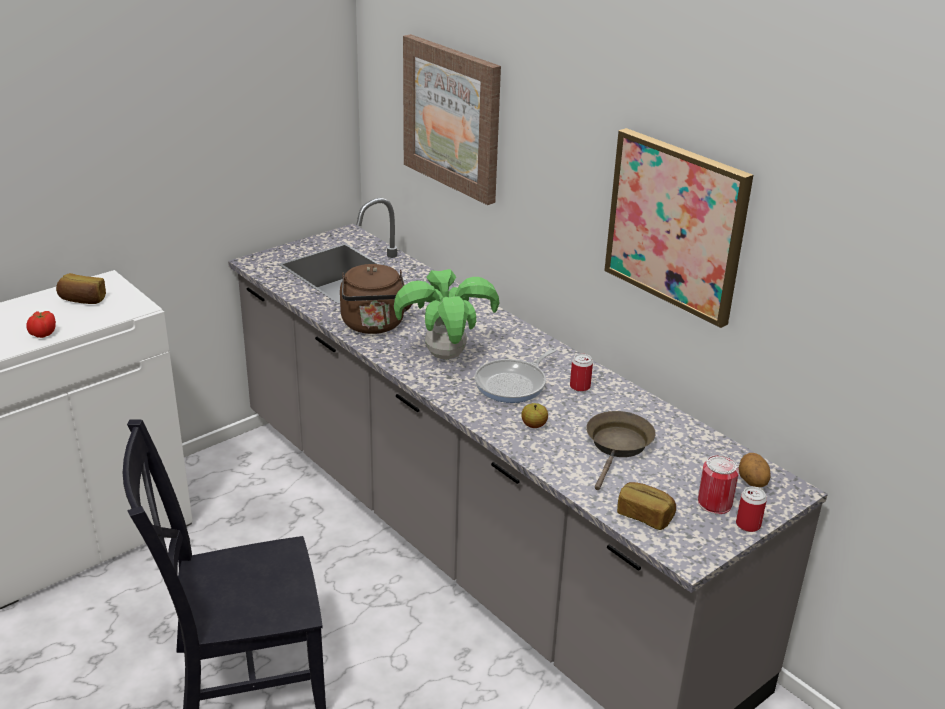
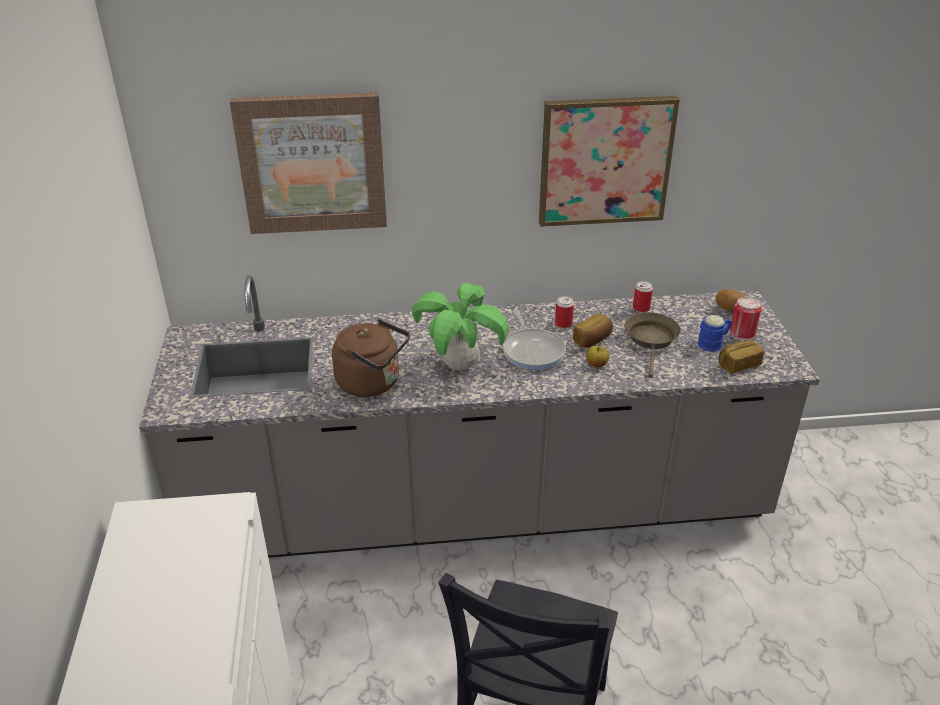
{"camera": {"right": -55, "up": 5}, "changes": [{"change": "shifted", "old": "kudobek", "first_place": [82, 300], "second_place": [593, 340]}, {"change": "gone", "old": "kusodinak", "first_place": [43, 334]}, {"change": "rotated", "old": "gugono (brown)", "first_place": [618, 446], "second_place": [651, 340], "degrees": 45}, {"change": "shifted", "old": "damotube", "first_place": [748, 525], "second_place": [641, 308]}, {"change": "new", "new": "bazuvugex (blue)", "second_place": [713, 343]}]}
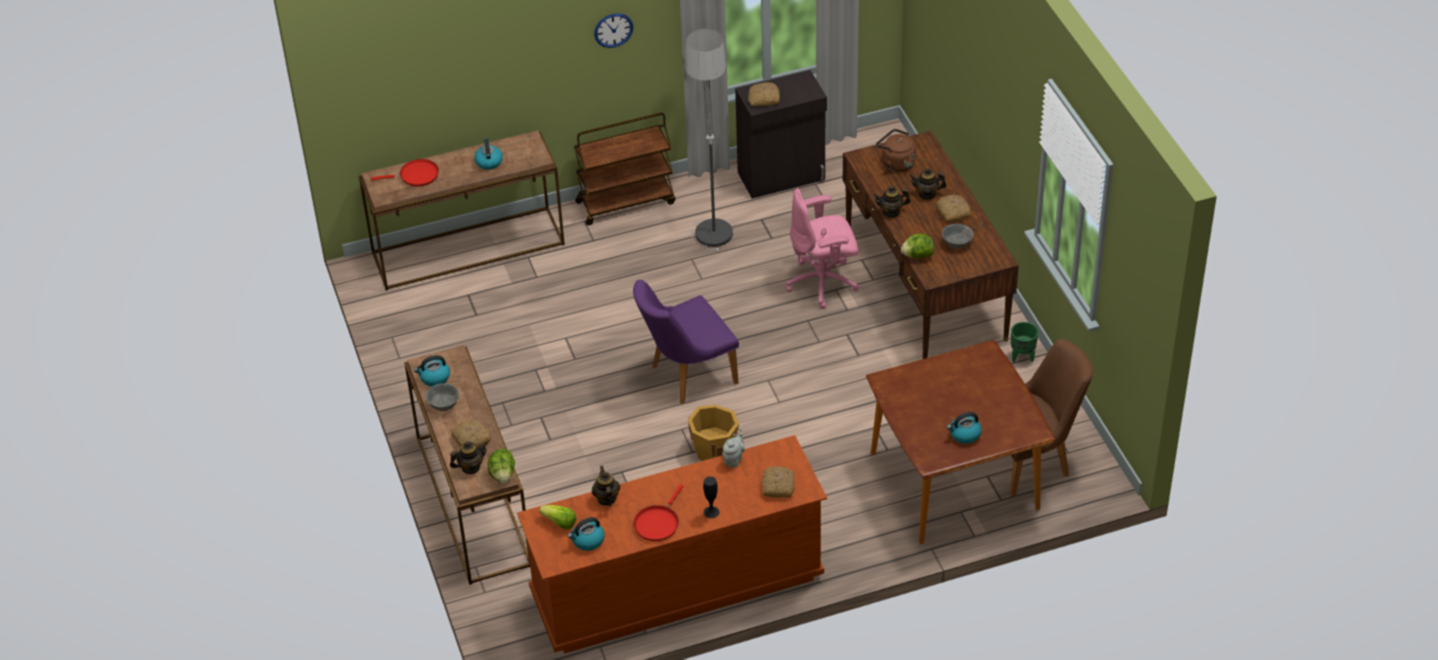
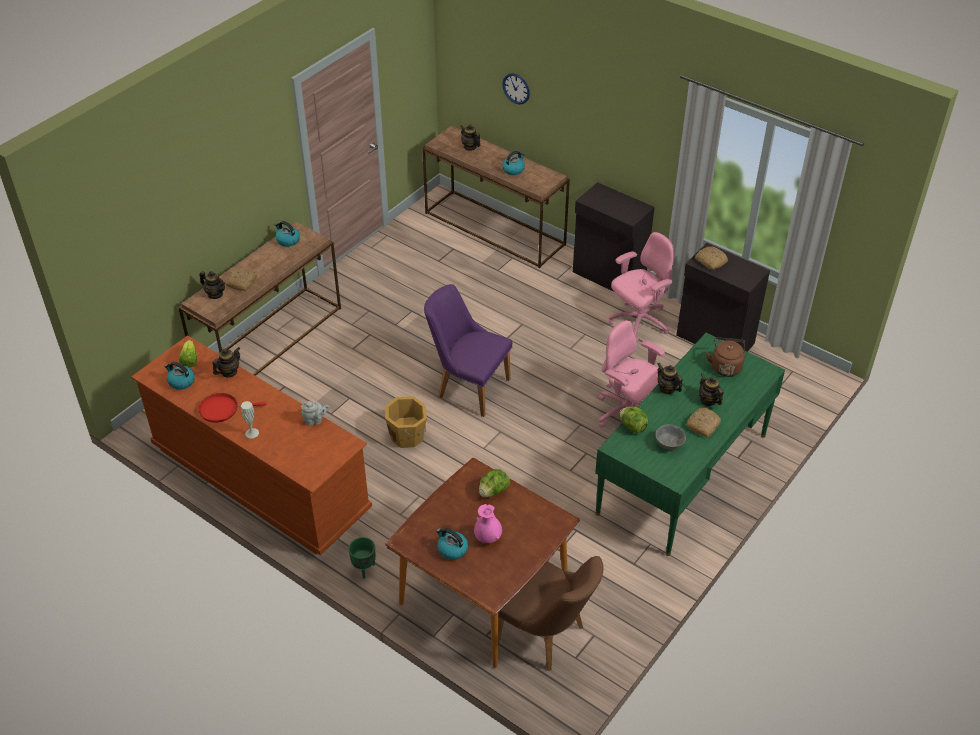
{"camera": {"right": 55, "up": 0}, "changes": [{"change": "shifted", "old": "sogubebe", "first_place": [613, 30], "second_place": [516, 88]}, {"change": "swapped", "old": "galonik", "new": "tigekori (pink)", "first_place": [710, 214], "second_place": [638, 322]}, {"change": "swapped", "old": "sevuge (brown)", "new": "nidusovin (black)", "first_place": [626, 202], "second_place": [608, 276]}, {"change": "repainted", "old": "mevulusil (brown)", "new": "mevulusil (green)", "first_place": [925, 284], "second_place": [683, 473]}, {"change": "swapped", "old": "gugono (red)", "new": "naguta", "first_place": [416, 175], "second_place": [470, 147]}, {"change": "shifted", "old": "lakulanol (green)", "first_place": [1022, 357], "second_place": [364, 569]}, {"change": "gone", "old": "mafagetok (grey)", "first_place": [444, 405]}, {"change": "shifted", "old": "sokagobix", "first_place": [502, 475], "second_place": [493, 491]}, {"change": "gone", "old": "kudobek", "first_place": [777, 486]}, {"change": "repainted", "old": "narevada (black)", "new": "narevada (white)", "first_place": [711, 512], "second_place": [252, 433]}, {"change": "new", "new": "narevada (pink)", "second_place": [487, 537]}]}
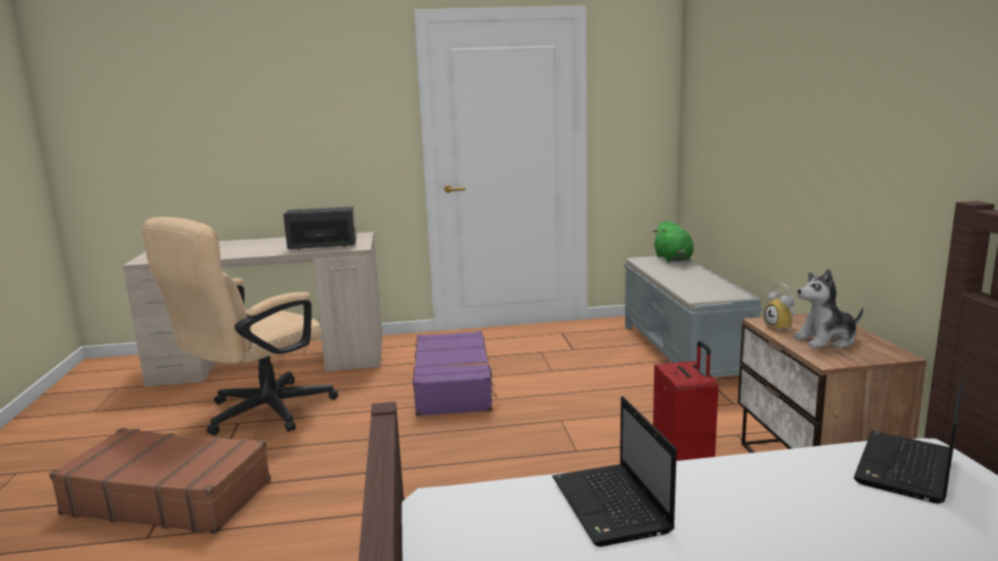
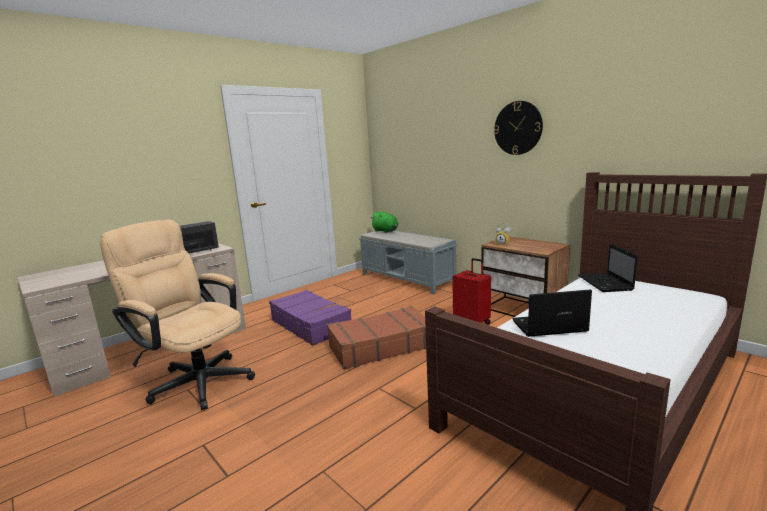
{"camera": {"right": -35, "up": 0}, "changes": [{"change": "rotated", "old": "tigekori (beige)", "first_place": [257, 414], "second_place": [195, 379], "degrees": 120}, {"change": "gone", "old": "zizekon", "first_place": [826, 340]}, {"change": "rotated", "old": "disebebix", "first_place": [612, 506], "second_place": [548, 327], "degrees": 135}, {"change": "shifted", "old": "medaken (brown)", "first_place": [169, 496], "second_place": [381, 346]}, {"change": "new", "new": "sogubebe", "second_place": [518, 128]}]}
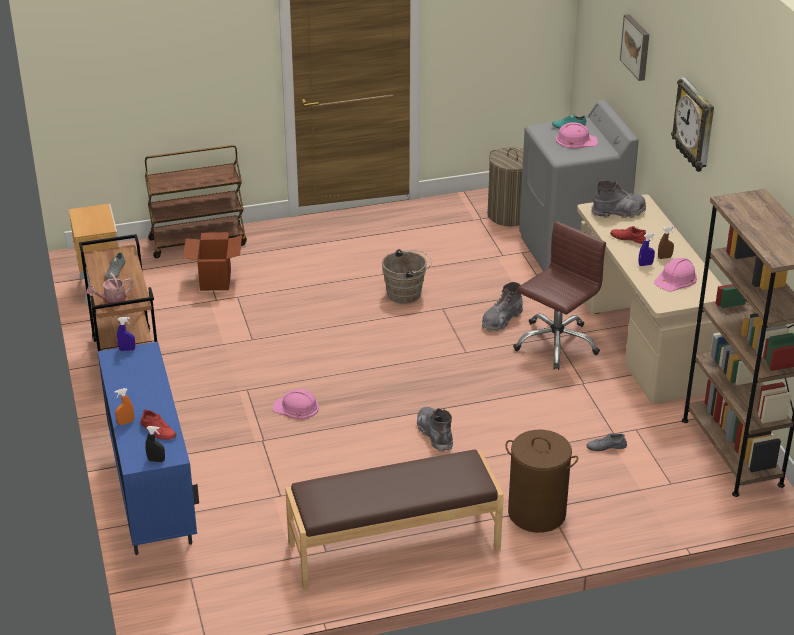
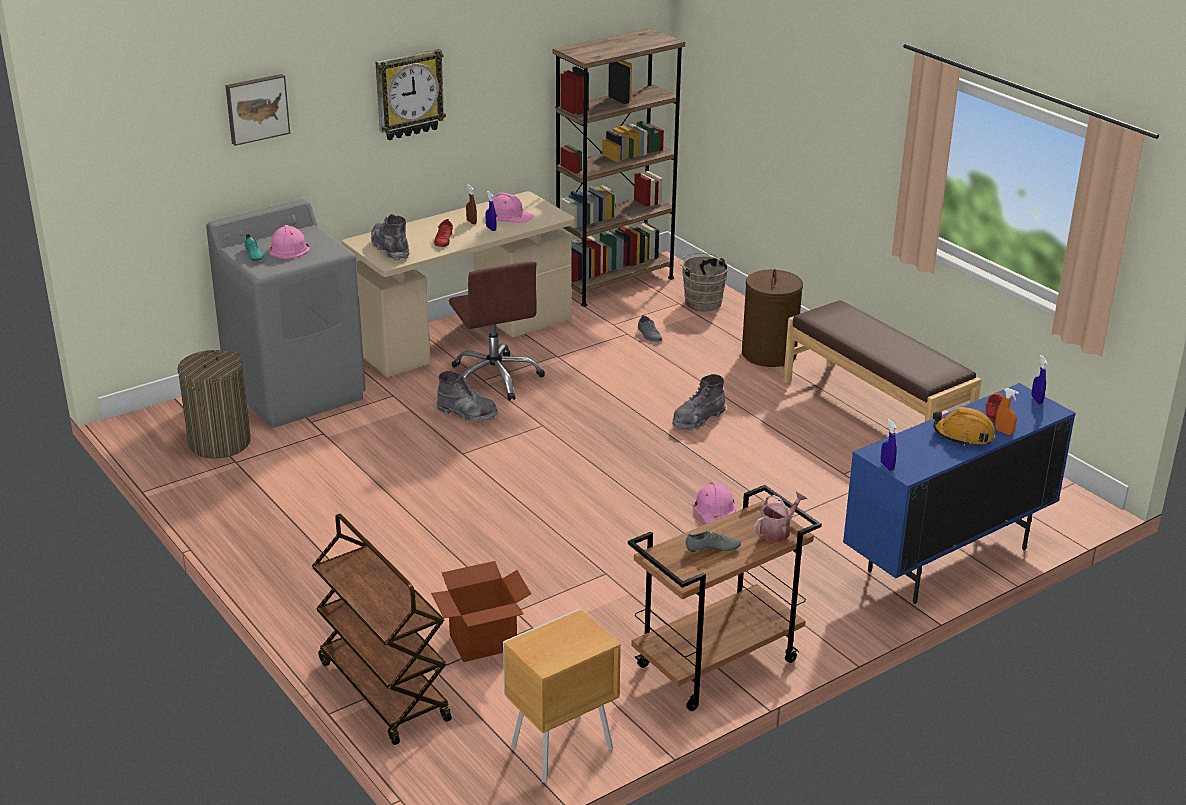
{"camera": {"right": -110, "up": -5}, "changes": [{"change": "rotated", "old": "tigekori (brown)", "first_place": [556, 343], "second_place": [495, 378], "degrees": -135}, {"change": "shifted", "old": "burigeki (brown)", "first_place": [407, 294], "second_place": [701, 302]}, {"change": "rotated", "old": "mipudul", "first_place": [112, 301], "second_place": [778, 531], "degrees": -75}, {"change": "repainted", "old": "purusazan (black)", "new": "purusazan (blue)", "first_place": [156, 460], "second_place": [1036, 400]}, {"change": "new", "new": "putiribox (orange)", "second_place": [963, 435]}]}
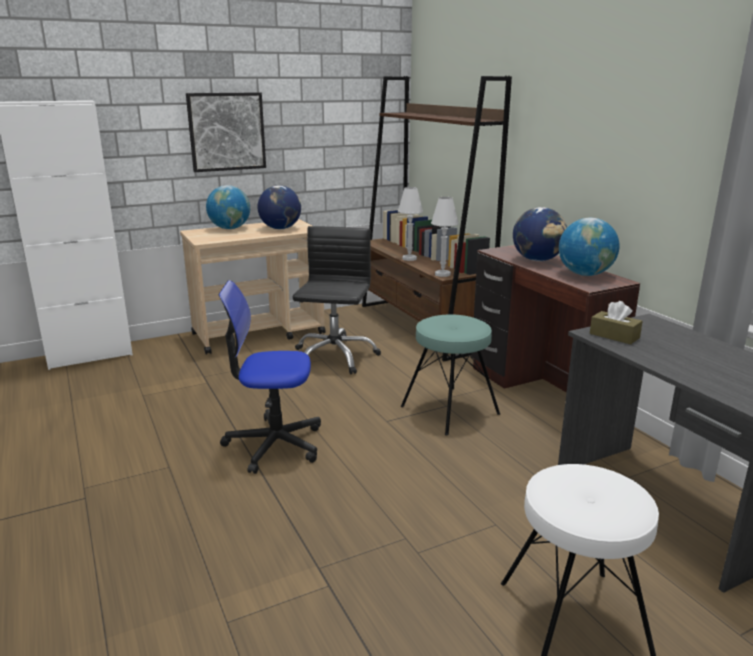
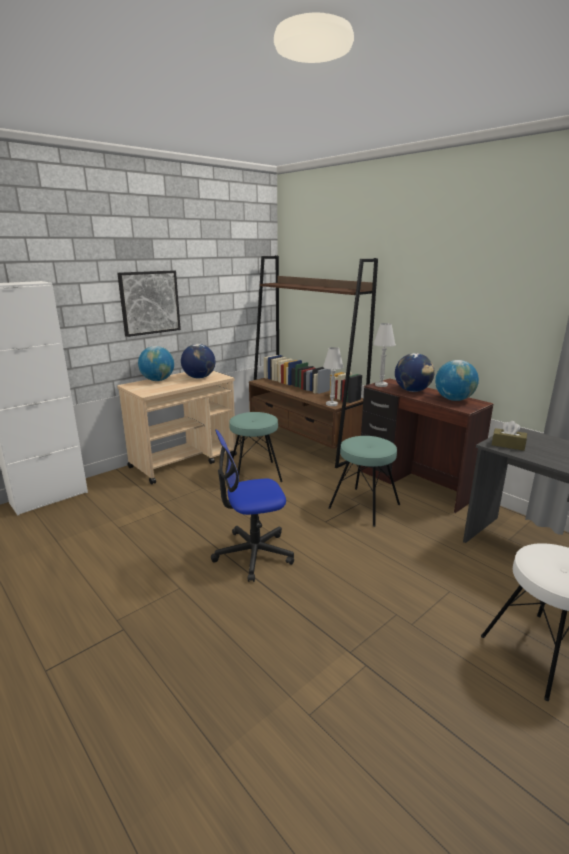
{"camera": {"right": -15, "up": 0}, "changes": [{"change": "shifted", "old": "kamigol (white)", "first_place": [409, 258], "second_place": [381, 385]}, {"change": "swapped", "old": "tigekori (black)", "new": "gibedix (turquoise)", "first_place": [334, 356], "second_place": [255, 474]}]}
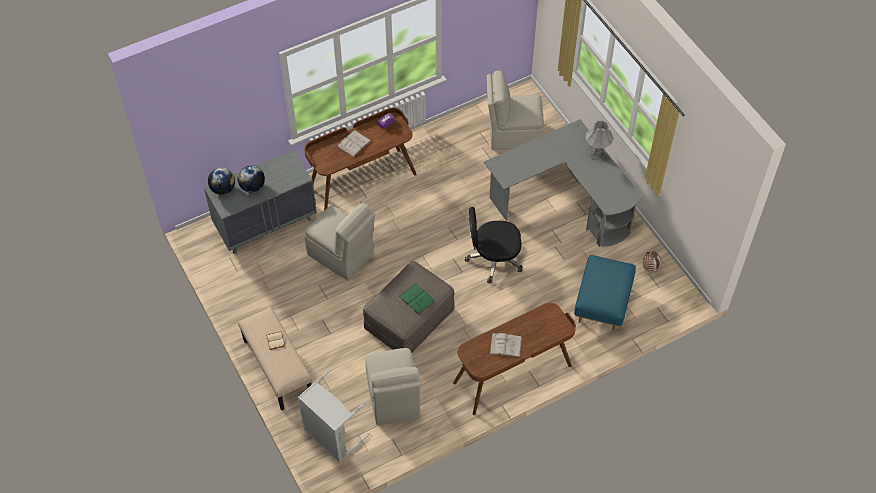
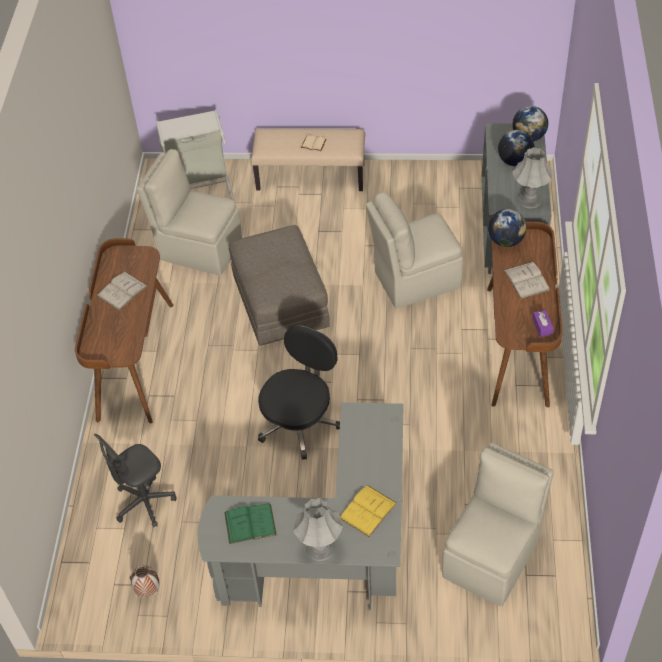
{"camera": {"right": 125, "up": -5}, "changes": [{"change": "swapped", "old": "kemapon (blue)", "new": "tigekori (grey)", "first_place": [603, 304], "second_place": [144, 503]}, {"change": "shifted", "old": "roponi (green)", "first_place": [417, 299], "second_place": [250, 523]}, {"change": "new", "new": "kamigol (grey)", "second_place": [529, 200]}, {"change": "new", "new": "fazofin", "second_place": [505, 241]}, {"change": "new", "new": "roponi (yellow)", "second_place": [368, 510]}]}
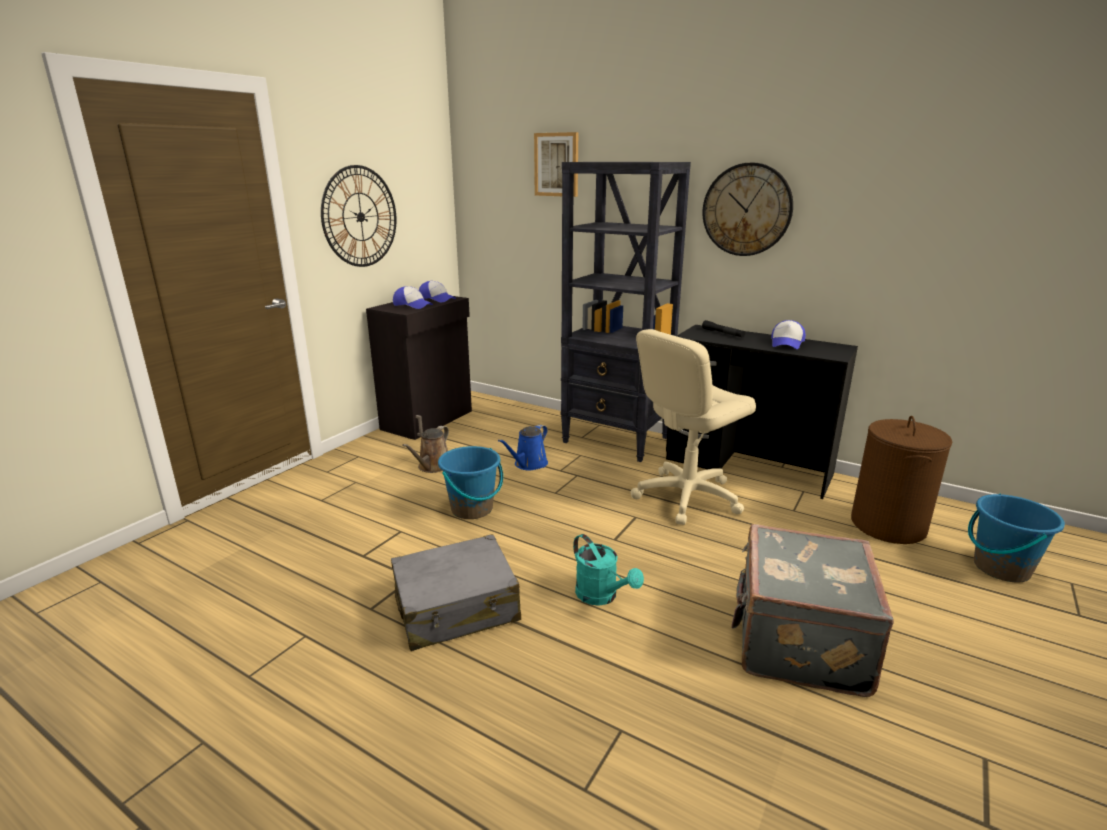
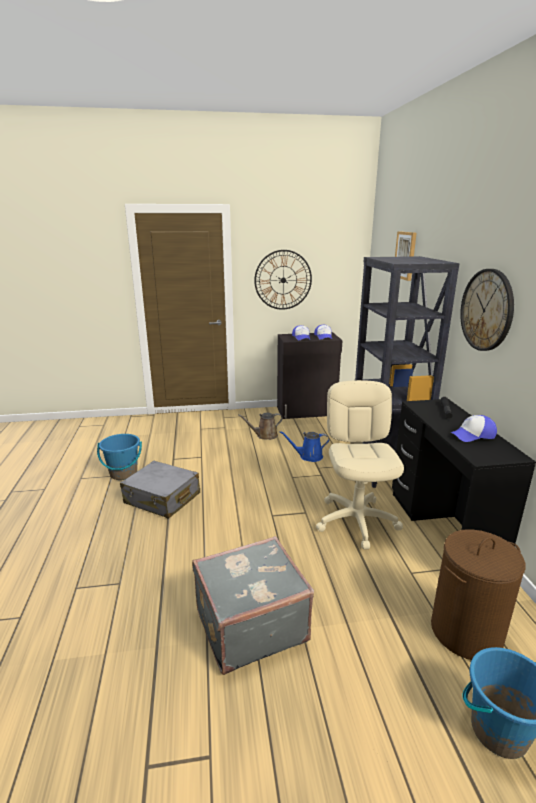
{"camera": {"right": 50, "up": 0}, "changes": [{"change": "rotated", "old": "tigekori (beige)", "first_place": [686, 497], "second_place": [356, 521], "degrees": 75}, {"change": "shifted", "old": "burigeki (blue)", "first_place": [472, 509], "second_place": [123, 473]}, {"change": "gone", "old": "mipudul (turquoise)", "first_place": [602, 596]}]}
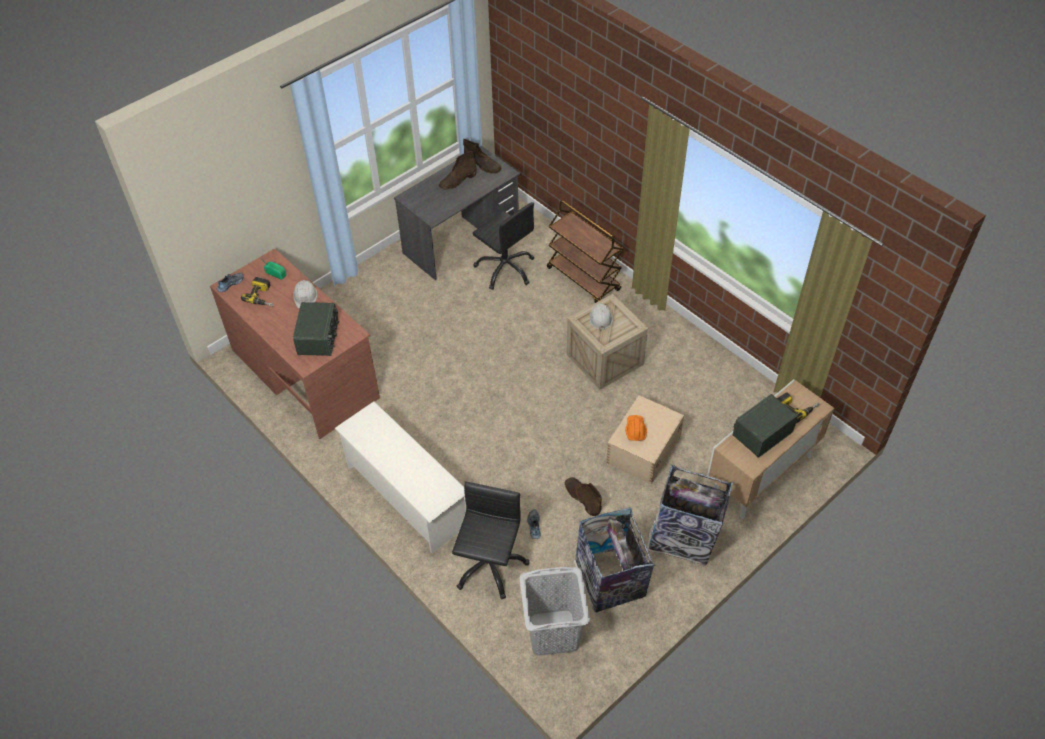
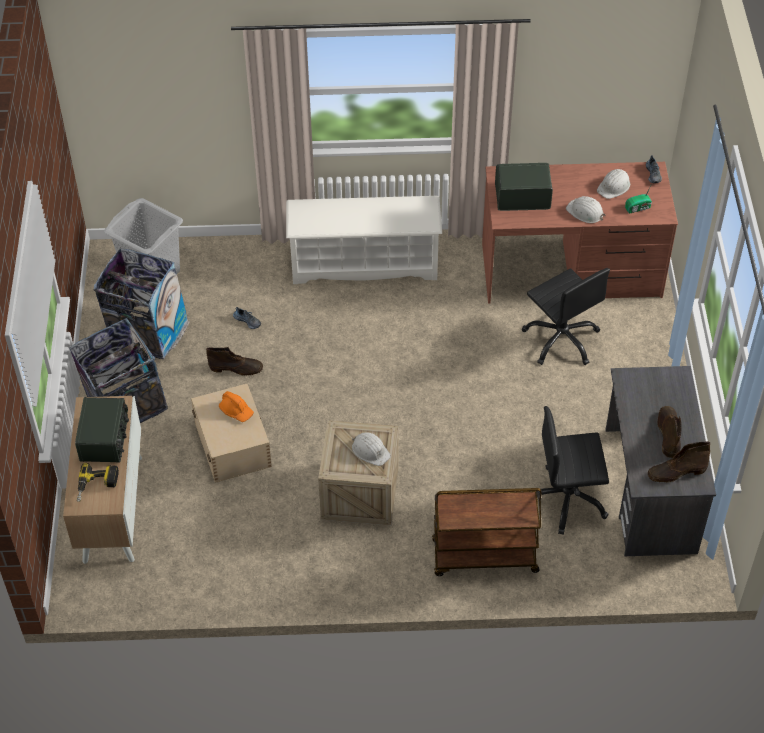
{"camera": {"right": 130, "up": 0}, "changes": [{"change": "swapped", "old": "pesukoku", "new": "putiribox (white)", "first_place": [263, 296], "second_place": [614, 186]}, {"change": "rotated", "old": "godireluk", "first_place": [319, 338], "second_place": [522, 196], "degrees": 135}, {"change": "shifted", "old": "tigekori (black)", "first_place": [489, 565], "second_place": [561, 339]}]}
